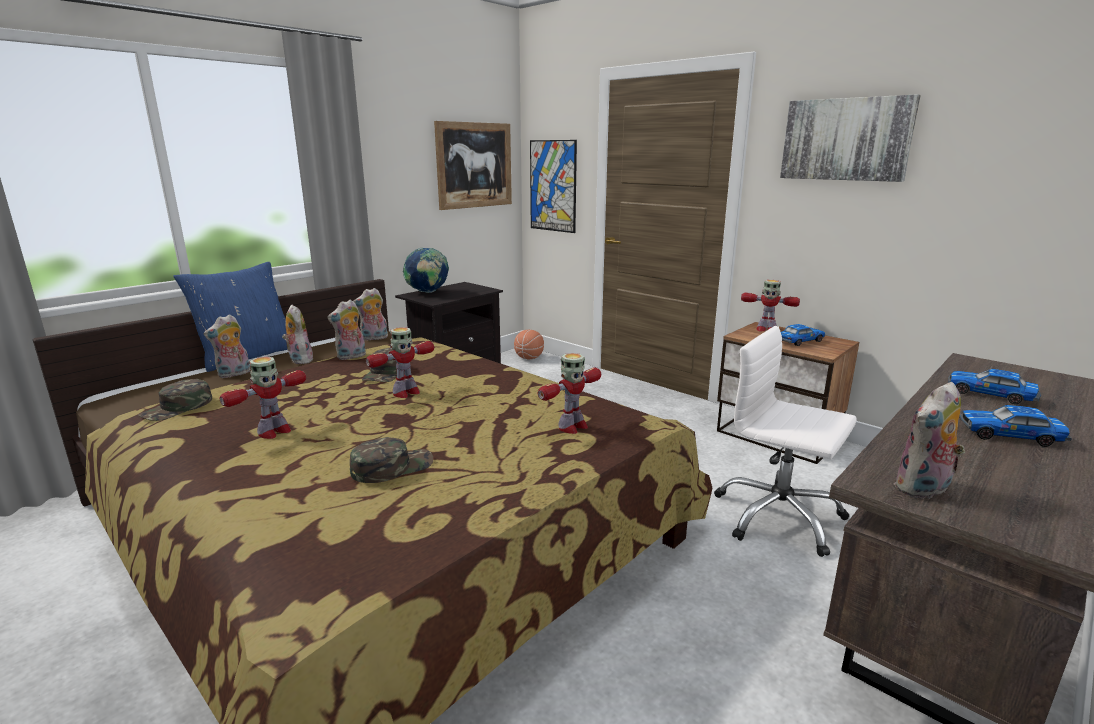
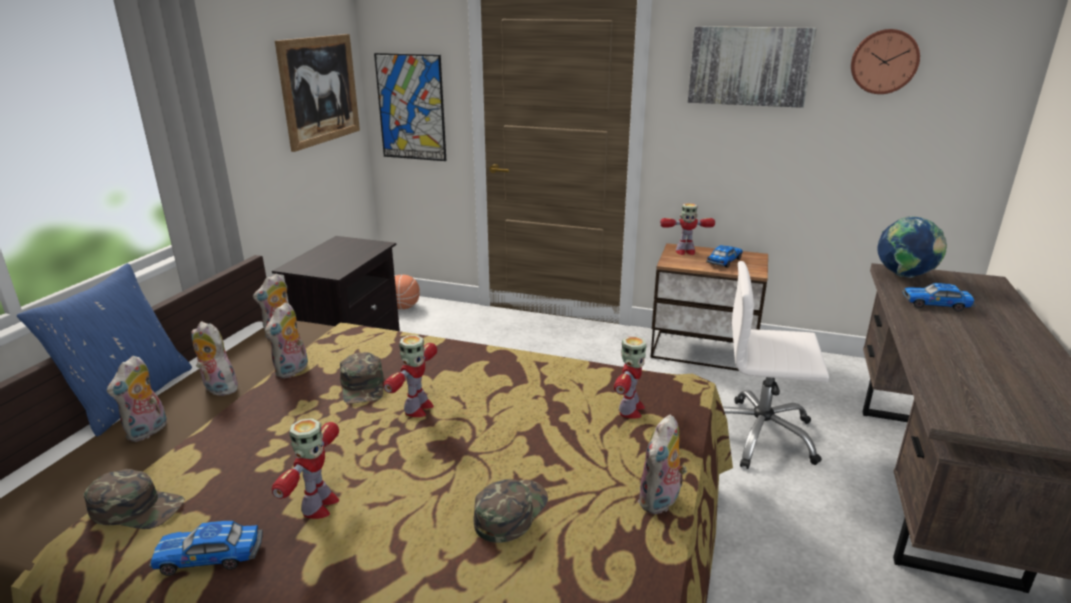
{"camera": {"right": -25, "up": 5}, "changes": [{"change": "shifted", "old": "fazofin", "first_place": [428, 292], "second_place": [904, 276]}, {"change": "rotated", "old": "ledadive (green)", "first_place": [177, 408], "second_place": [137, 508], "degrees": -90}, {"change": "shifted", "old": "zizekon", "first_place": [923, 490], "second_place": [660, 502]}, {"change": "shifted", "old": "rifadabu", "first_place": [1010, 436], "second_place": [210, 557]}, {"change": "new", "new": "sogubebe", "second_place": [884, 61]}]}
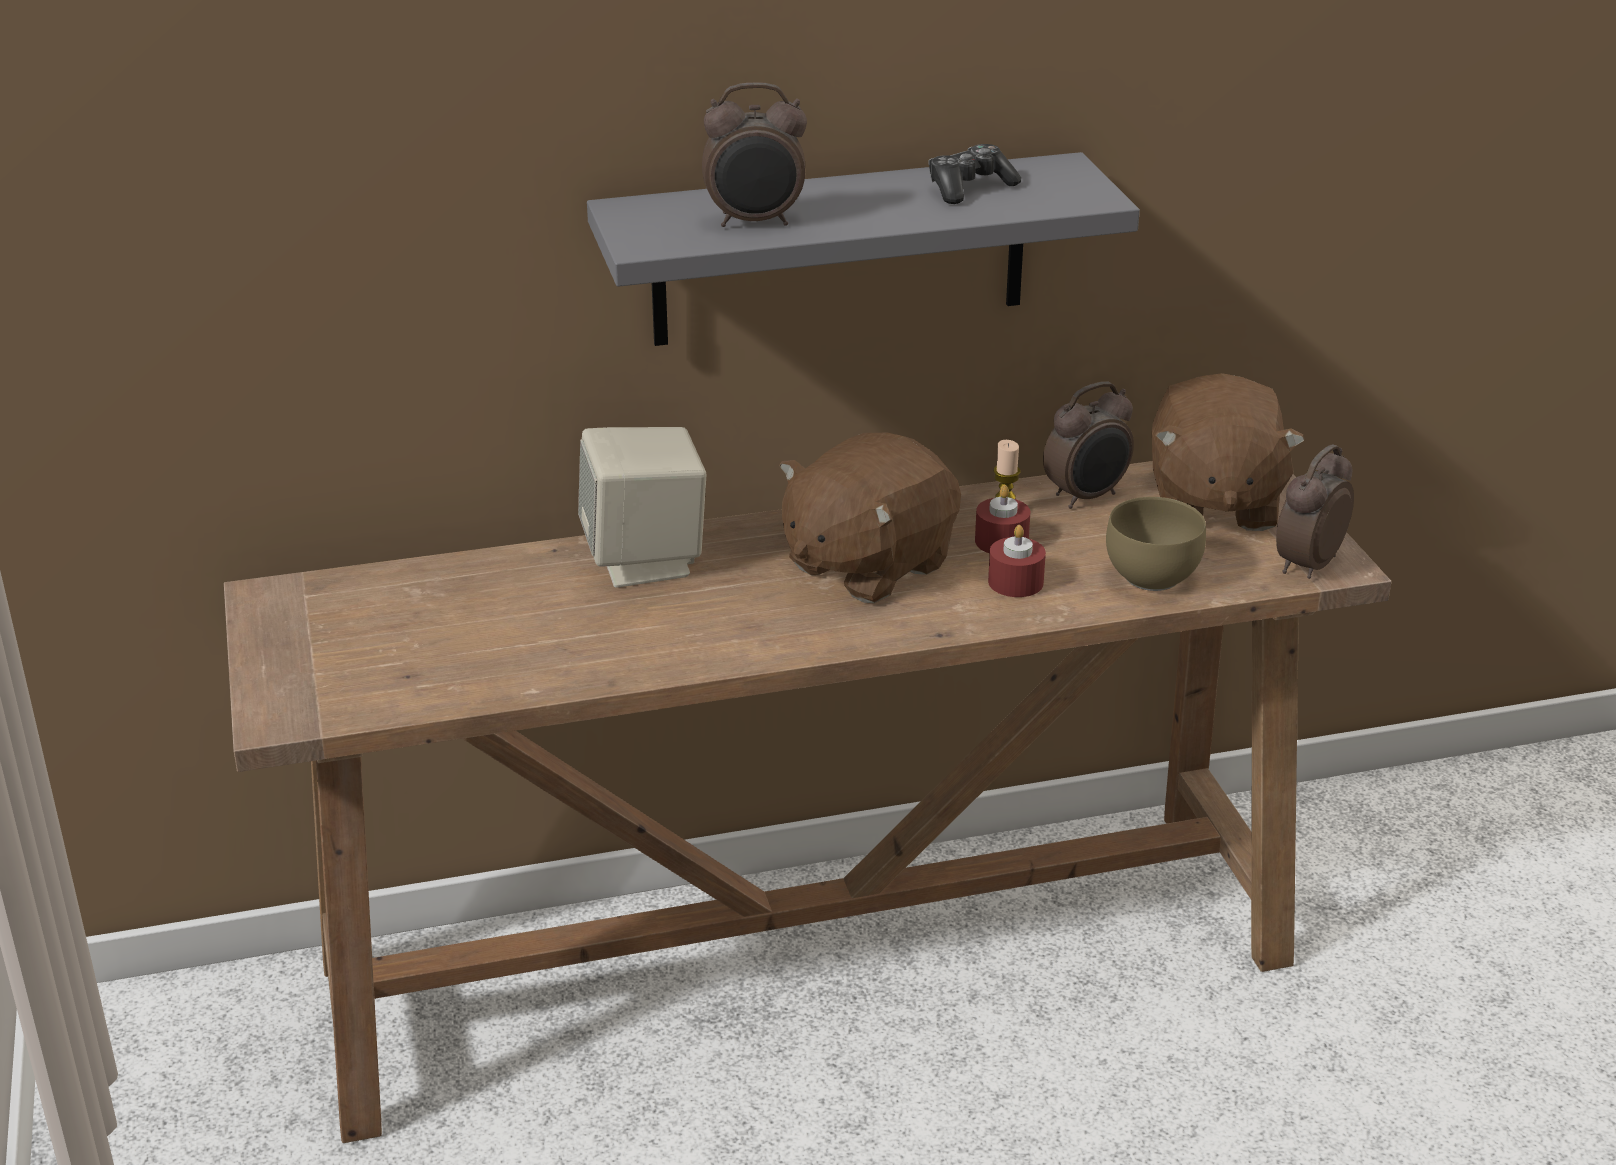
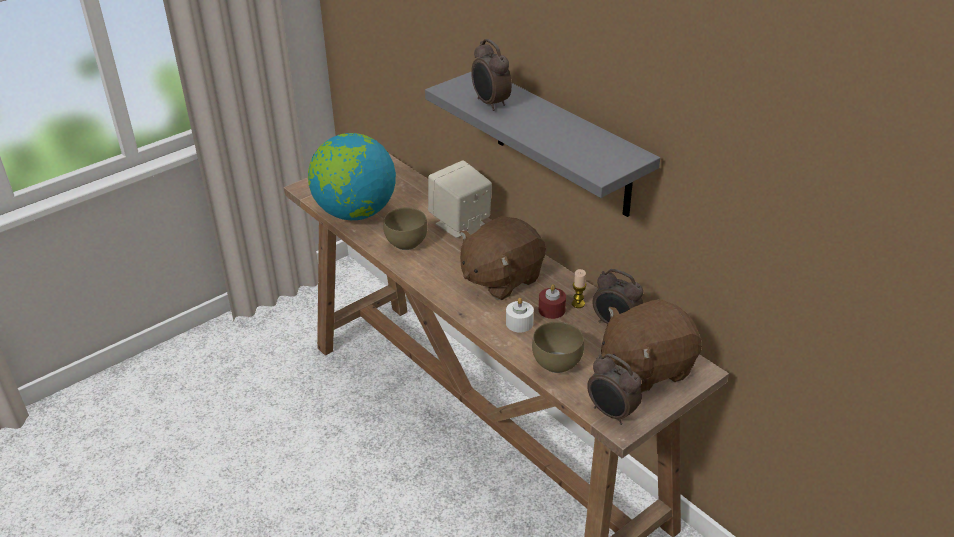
{"camera": {"right": 65, "up": 5}, "changes": [{"change": "gone", "old": "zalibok", "first_place": [969, 188]}, {"change": "rotated", "old": "zizekon (brown)", "first_place": [866, 565], "second_place": [501, 278], "degrees": -60}, {"change": "rotated", "old": "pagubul", "first_place": [1306, 565], "second_place": [611, 413], "degrees": -150}, {"change": "repainted", "old": "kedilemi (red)", "new": "kedilemi (white)", "first_place": [1015, 582], "second_place": [519, 323]}, {"change": "new", "new": "fazofin", "second_place": [355, 213]}, {"change": "new", "new": "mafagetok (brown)", "second_place": [408, 243]}]}
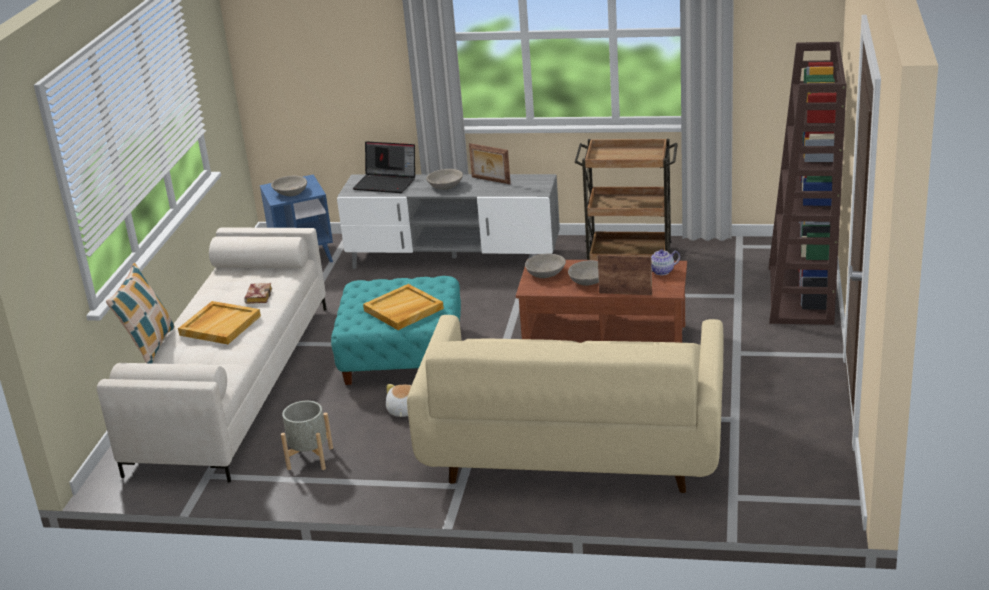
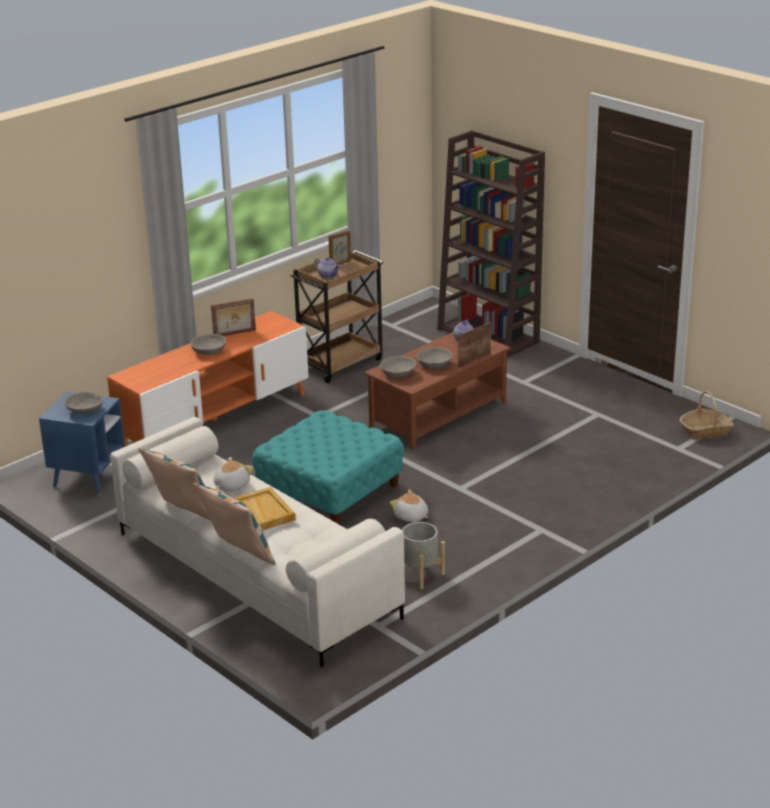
{"camera": {"right": -55, "up": 0}, "changes": [{"change": "gone", "old": "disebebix", "first_place": [387, 183]}, {"change": "repainted", "old": "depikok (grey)", "new": "depikok (orange)", "first_place": [454, 258], "second_place": [215, 420]}, {"change": "swapped", "old": "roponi", "new": "zizekon", "first_place": [258, 296], "second_place": [231, 485]}, {"change": "gone", "old": "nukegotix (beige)", "first_place": [403, 310]}, {"change": "gone", "old": "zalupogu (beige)", "first_place": [573, 445]}, {"change": "new", "new": "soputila", "second_place": [340, 263]}, {"change": "new", "new": "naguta", "second_place": [327, 275]}, {"change": "new", "new": "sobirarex", "second_place": [705, 431]}, {"change": "new", "new": "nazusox", "second_place": [183, 517]}]}
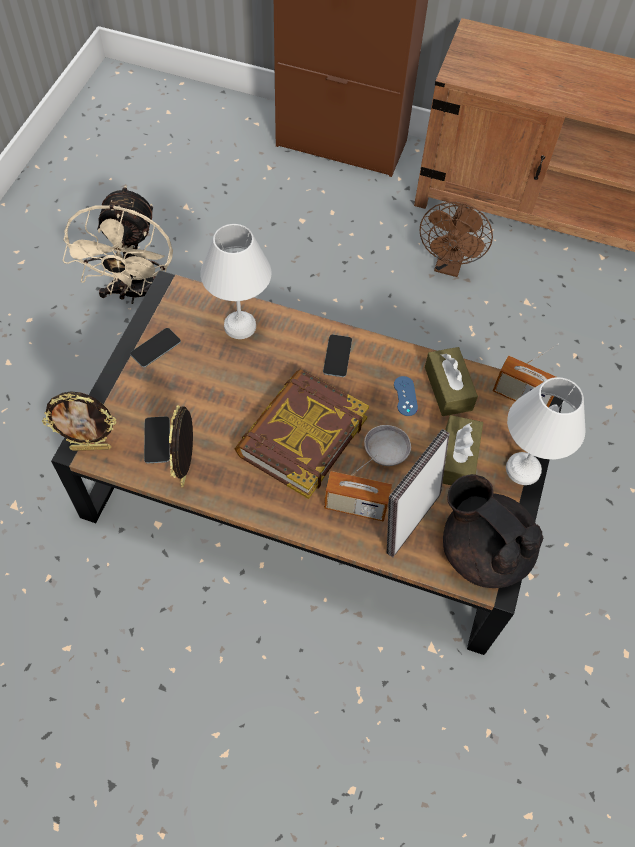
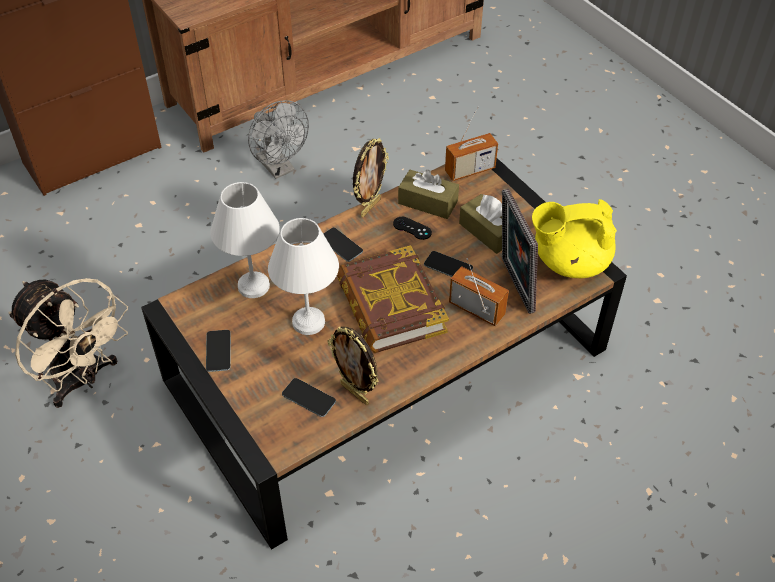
{"camera": {"right": -50, "up": -10}, "changes": [{"change": "repainted", "old": "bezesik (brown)", "new": "bezesik (grey)", "first_place": [449, 266], "second_place": [279, 168]}, {"change": "repainted", "old": "zalibok (blue)", "new": "zalibok (black)", "first_place": [405, 396], "second_place": [412, 228]}, {"change": "shifted", "old": "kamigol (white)", "first_place": [523, 471], "second_place": [310, 322]}, {"change": "shifted", "old": "soputila", "first_place": [91, 447], "second_place": [370, 207]}, {"change": "swapped", "old": "mafagetok (grey)", "new": "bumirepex", "first_place": [386, 452], "second_place": [448, 266]}, {"change": "rotated", "old": "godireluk", "first_place": [355, 506], "second_place": [476, 309], "degrees": -105}, {"change": "repainted", "old": "naguta (black)", "new": "naguta (yellow)", "first_place": [483, 550], "second_place": [569, 261]}]}
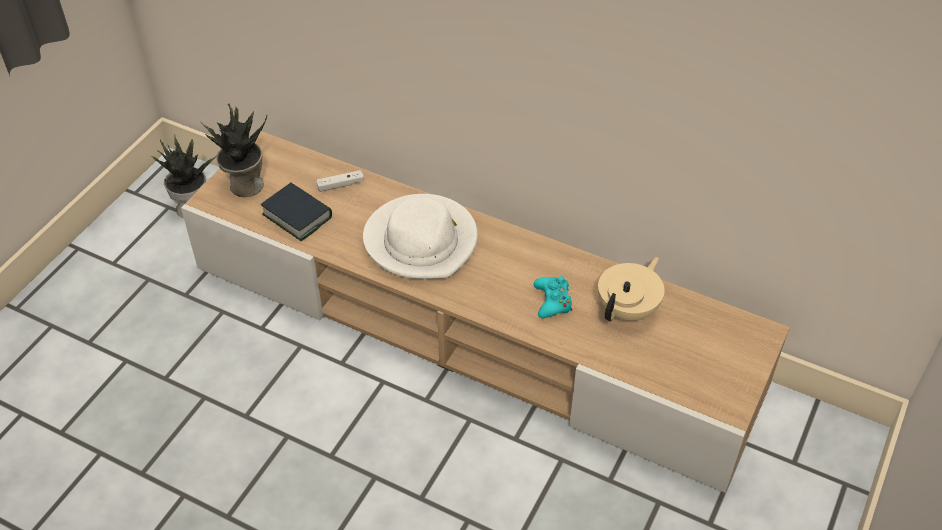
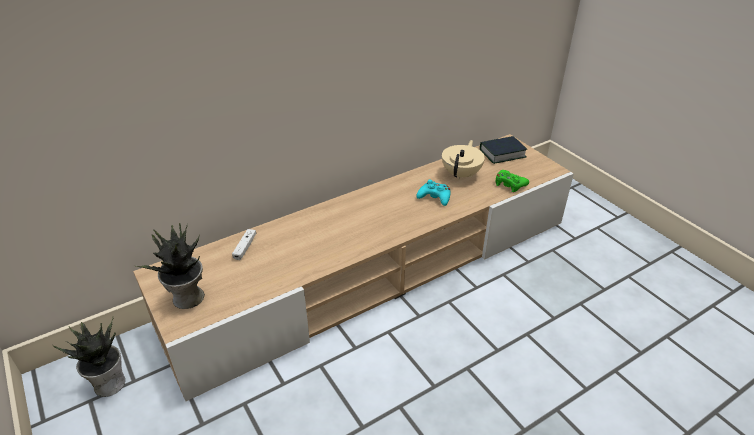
{"camera": {"right": -60, "up": -10}, "changes": [{"change": "shifted", "old": "roponi", "first_place": [297, 216], "second_place": [502, 153]}, {"change": "gone", "old": "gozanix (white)", "first_place": [422, 241]}, {"change": "rotated", "old": "naguta (beige)", "first_place": [628, 309], "second_place": [461, 174], "degrees": 45}, {"change": "new", "new": "zalibok (green)", "second_place": [509, 184]}]}
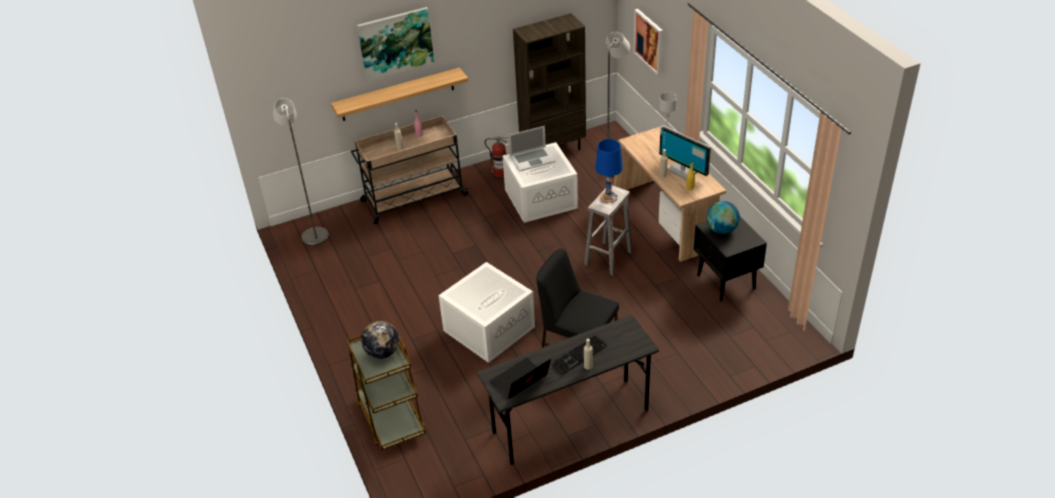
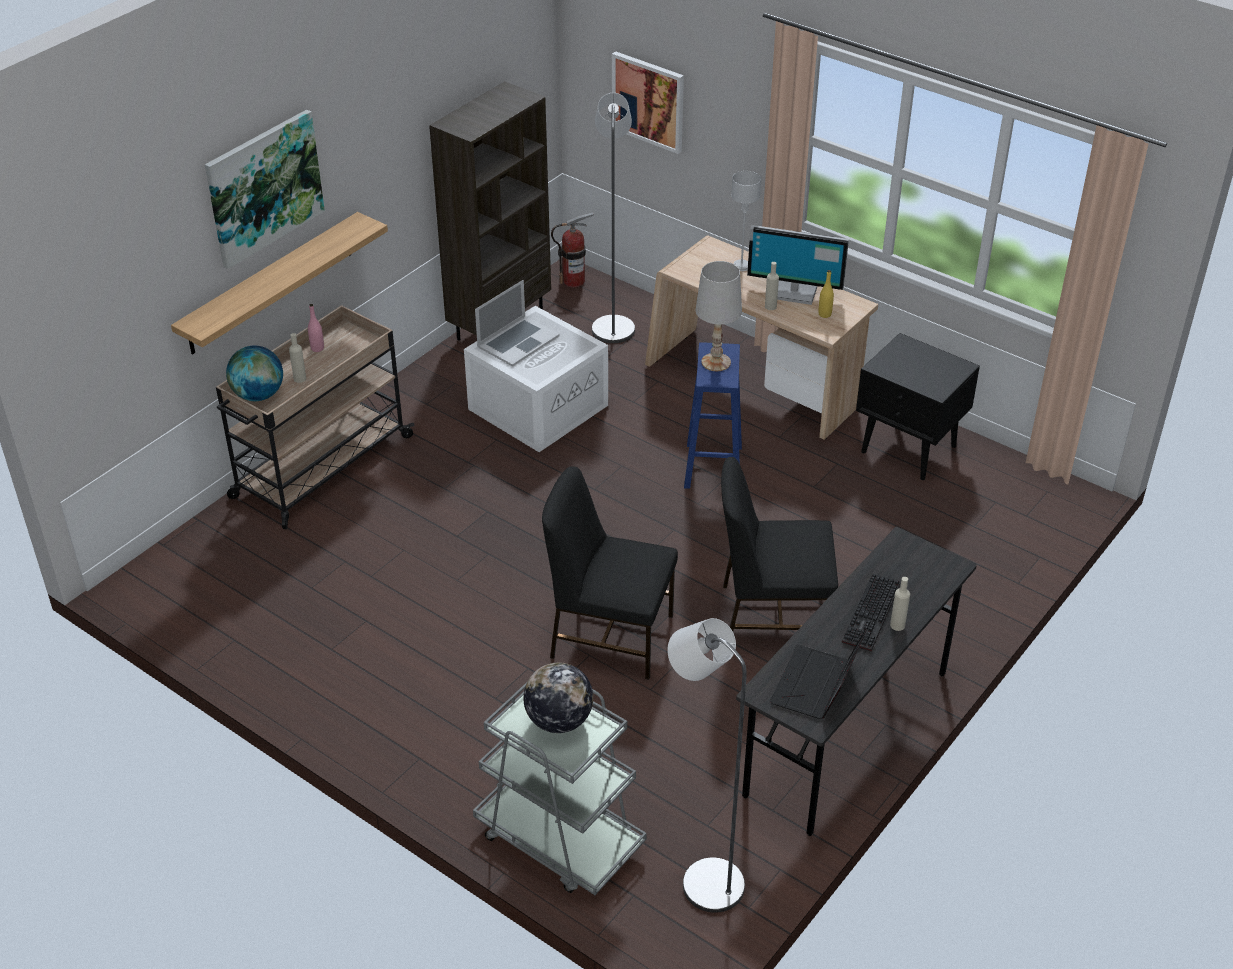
{"camera": {"right": -30, "up": 0}, "changes": [{"change": "shifted", "old": "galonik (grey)", "first_place": [313, 233], "second_place": [703, 879]}, {"change": "shifted", "old": "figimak", "first_place": [500, 173], "second_place": [573, 281]}, {"change": "repainted", "old": "kamigol (blue)", "new": "kamigol (white)", "first_place": [609, 197], "second_place": [716, 362]}, {"change": "repainted", "old": "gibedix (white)", "new": "gibedix (blue)", "first_place": [608, 257], "second_place": [713, 466]}, {"change": "shifted", "old": "fazofin", "first_place": [721, 230], "second_place": [258, 395]}, {"change": "swapped", "old": "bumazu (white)", "new": "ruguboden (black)", "first_place": [489, 327], "second_place": [610, 635]}, {"change": "repainted", "old": "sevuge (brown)", "new": "sevuge (grey)", "first_place": [390, 418], "second_place": [559, 838]}]}
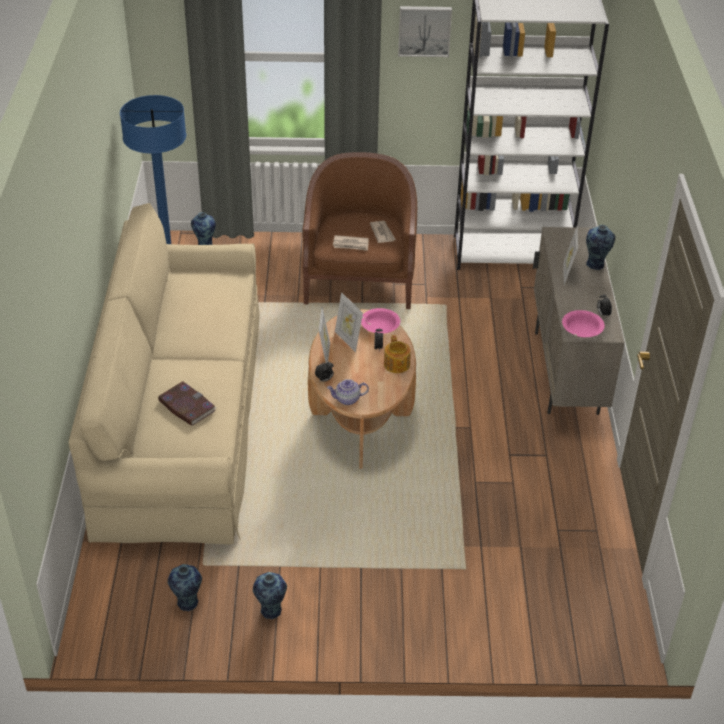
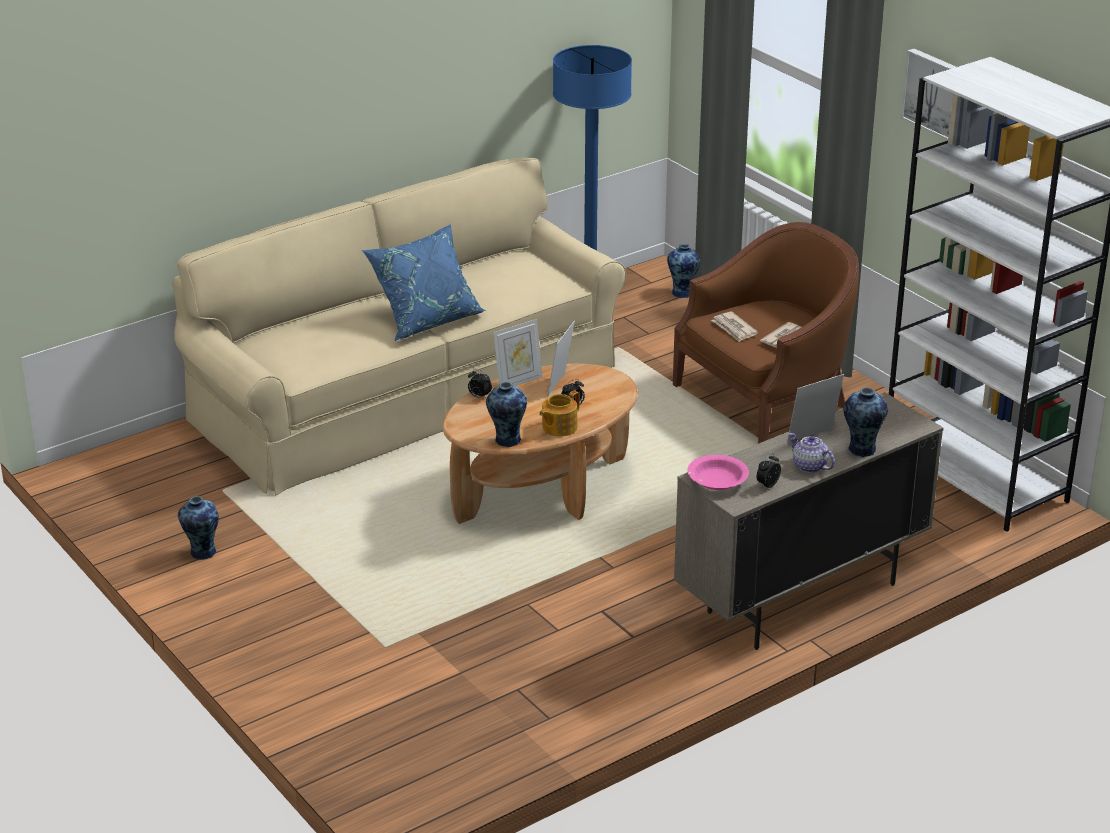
{"camera": {"right": 55, "up": -10}, "changes": [{"change": "gone", "old": "mafagetok (pink)", "first_place": [380, 326]}, {"change": "shifted", "old": "naguta", "first_place": [347, 399], "second_place": [809, 466]}, {"change": "gone", "old": "roponi", "first_place": [186, 406]}, {"change": "shifted", "old": "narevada", "first_place": [187, 603], "second_place": [506, 440]}, {"change": "new", "new": "nazusox (blue)", "second_place": [426, 319]}]}
